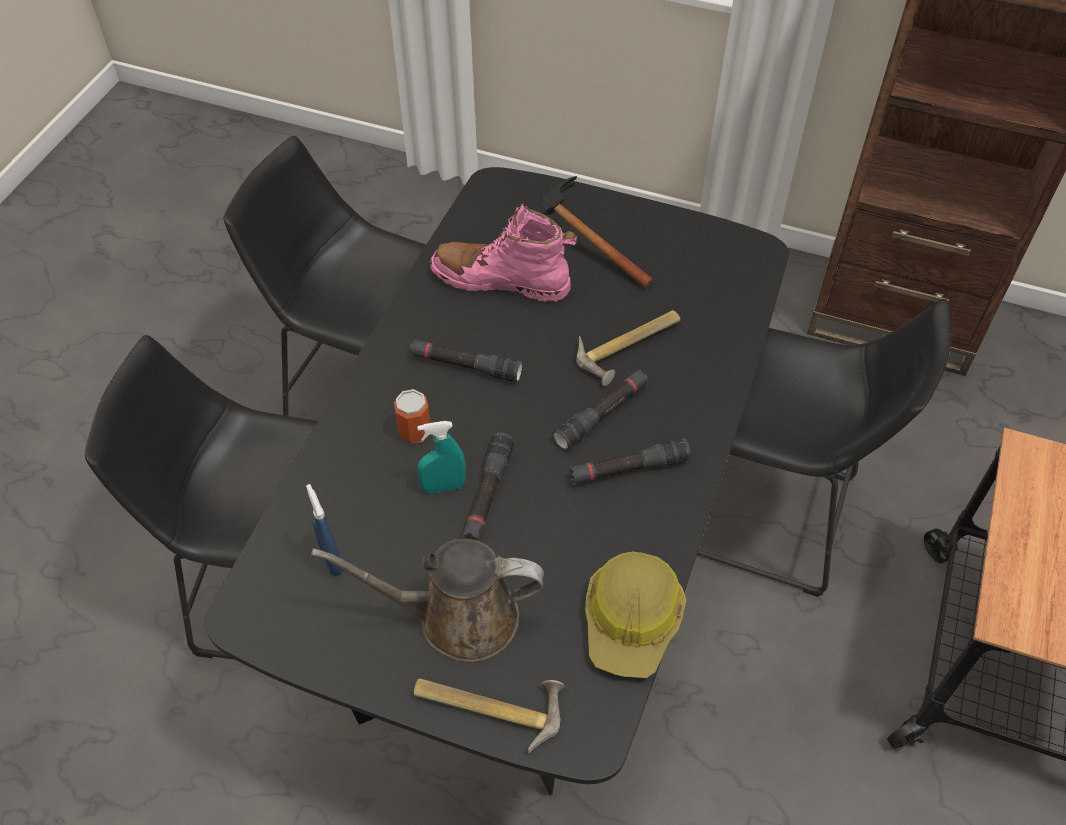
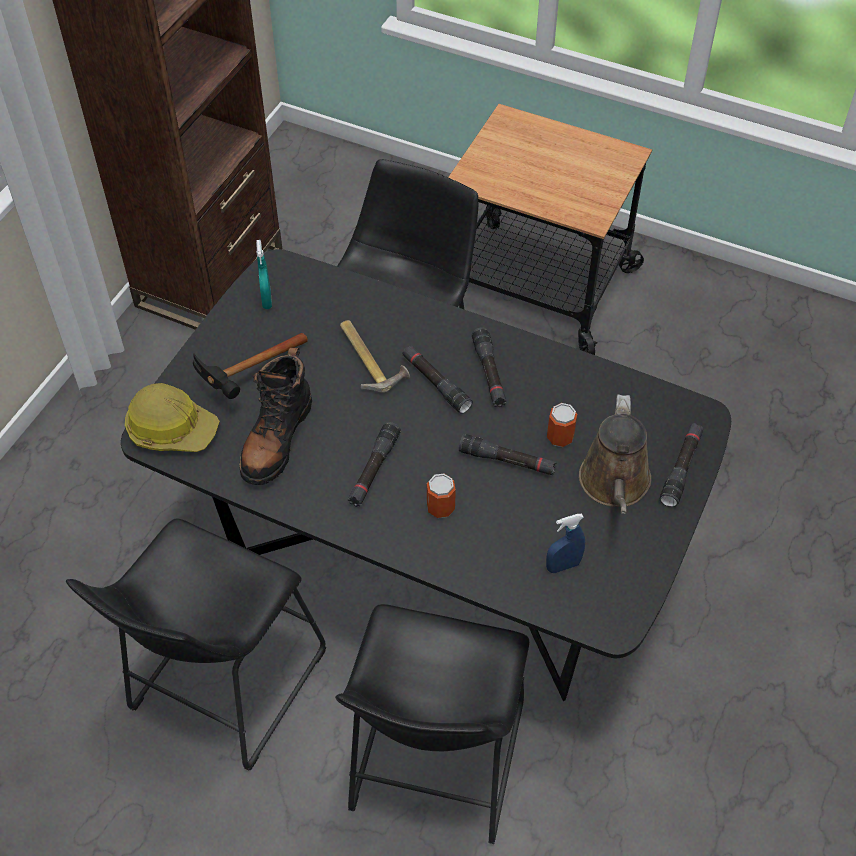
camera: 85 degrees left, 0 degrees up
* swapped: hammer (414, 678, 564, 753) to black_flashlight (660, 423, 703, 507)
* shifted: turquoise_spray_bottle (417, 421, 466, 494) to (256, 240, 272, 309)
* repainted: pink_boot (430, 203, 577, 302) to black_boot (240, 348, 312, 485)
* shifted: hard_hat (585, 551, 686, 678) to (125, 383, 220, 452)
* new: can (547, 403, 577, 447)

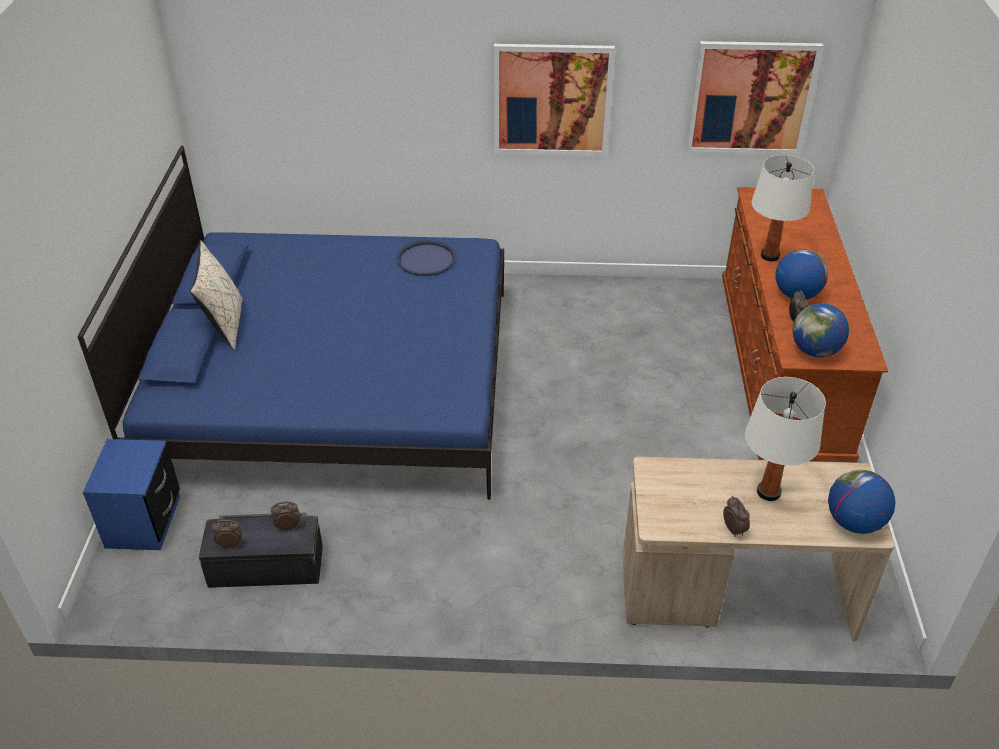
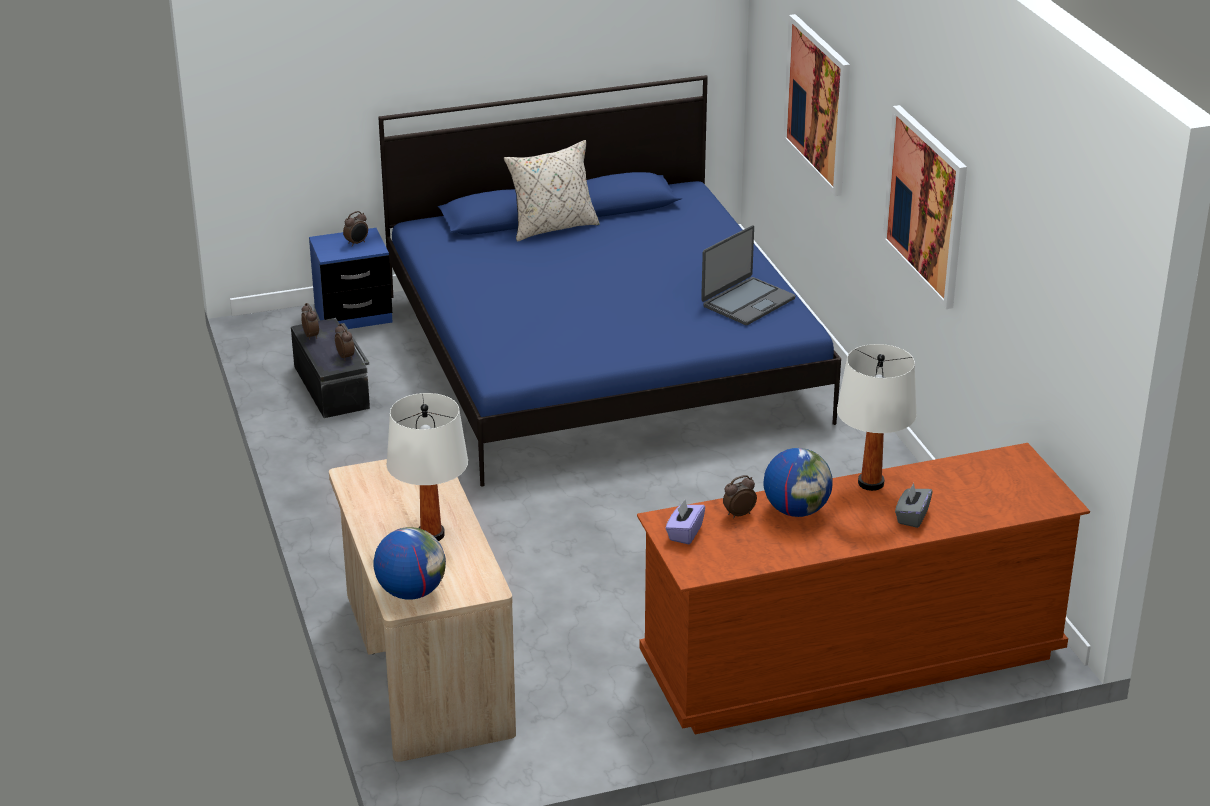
camera: 70 degrees right, 10 degrees down
* swapped: blue_tray (397, 240, 456, 276) to laptop (701, 225, 795, 325)
* shifted: picture (686, 41, 823, 155) to (783, 14, 850, 196)
* shifted: alarm_clock (723, 496, 750, 537) to (343, 211, 368, 247)
* swapped: globe (793, 303, 849, 357) to purple_tissue_box (665, 500, 705, 544)
* new: grey_tissue_box (895, 483, 933, 528)

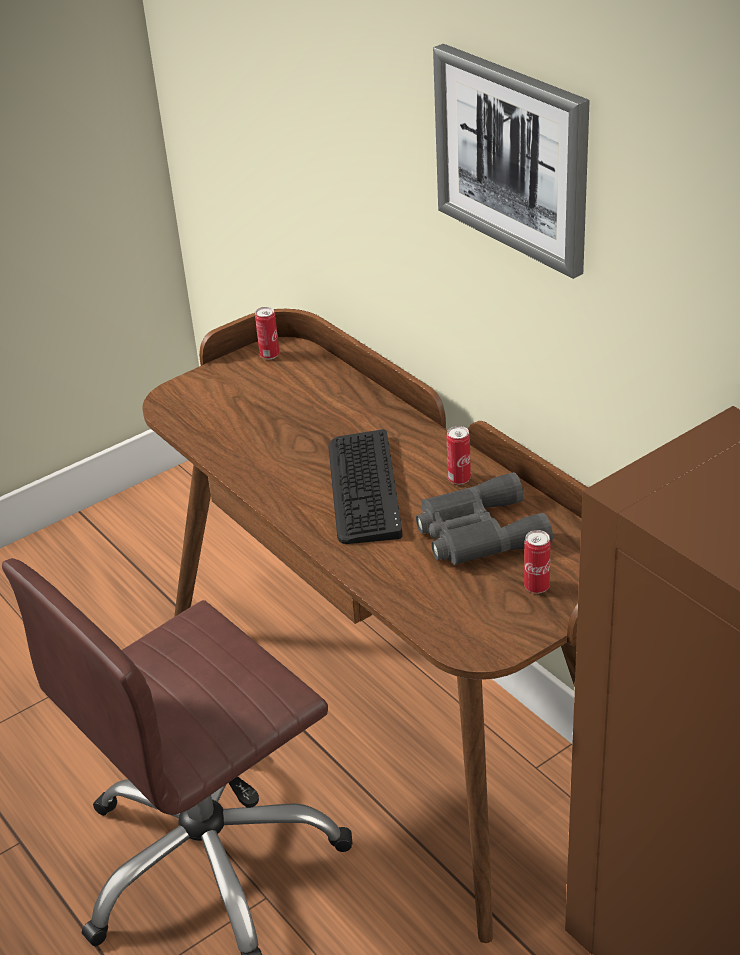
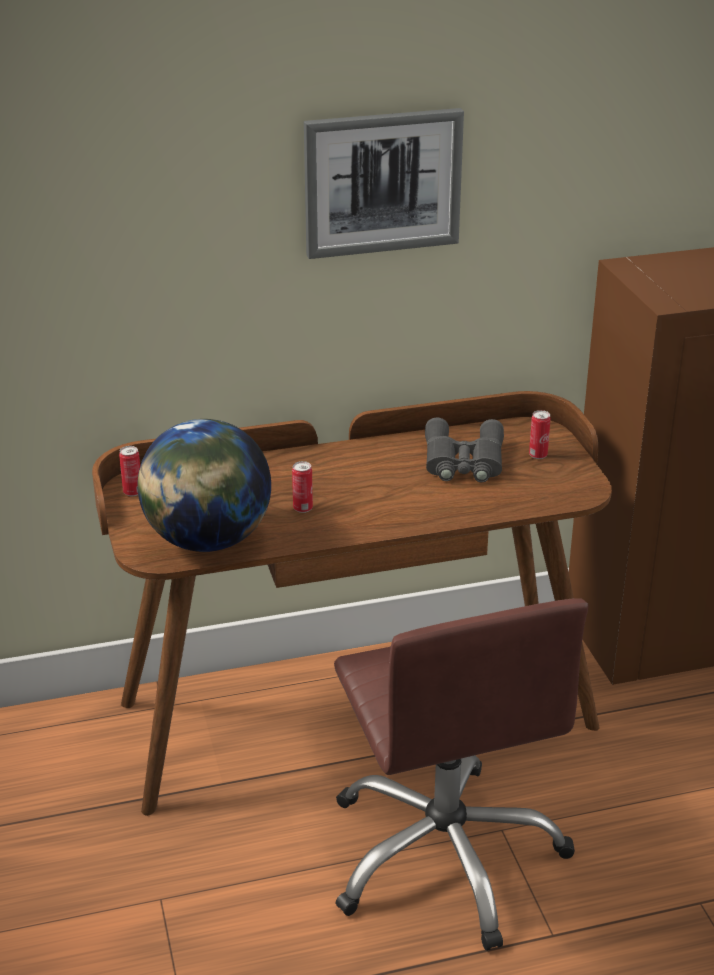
camera: 70 degrees left, 5 degrees down
* gone: keyboard (328, 429, 402, 544)
* shifted: can (447, 426, 471, 485) to (292, 461, 313, 513)
* new: globe (137, 419, 271, 552)

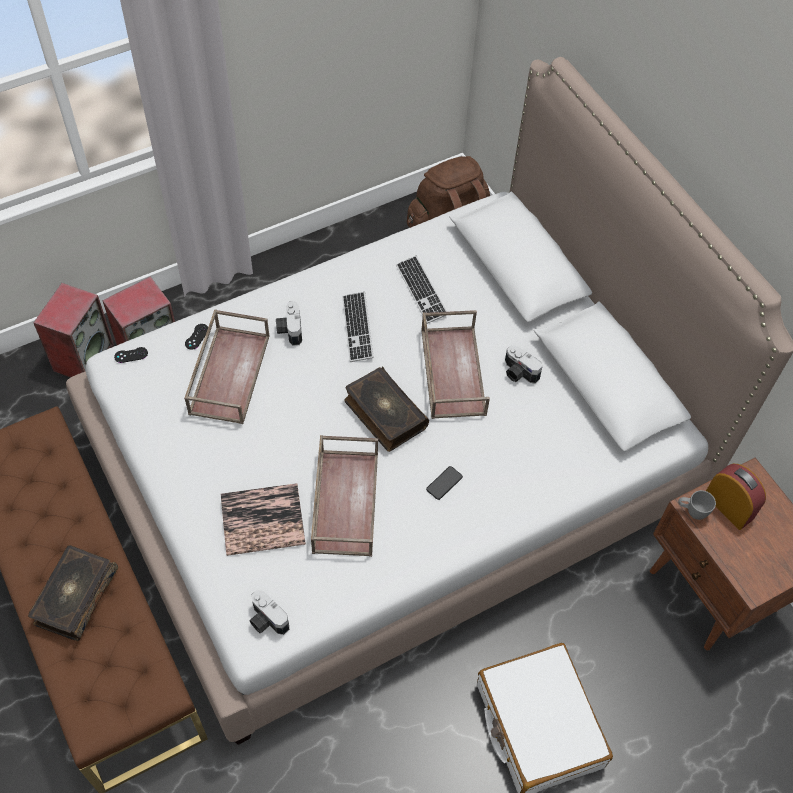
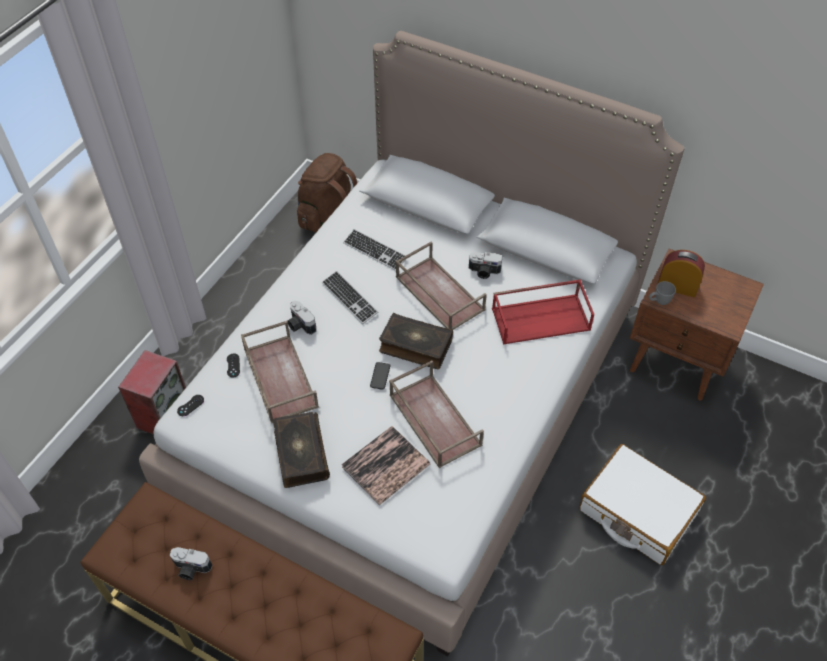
camera: 30 degrees left, 5 degrees down
* shifted: book (28, 545, 118, 641) to (273, 412, 330, 488)
* gone: speaker (33, 283, 114, 378)
* shifted: photo_camera (249, 590, 290, 635) to (170, 547, 212, 580)
* shifted: phone (426, 466, 463, 500) to (370, 362, 390, 390)
* new: red_tray (492, 279, 595, 344)

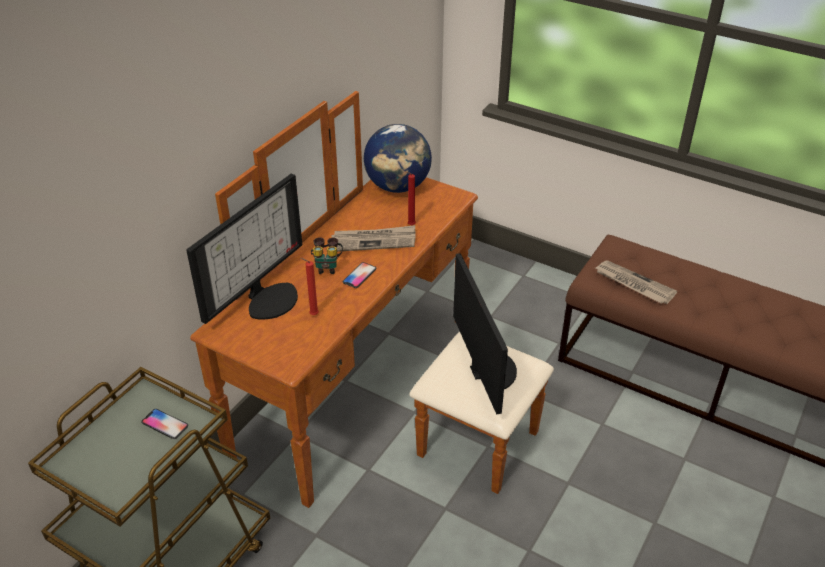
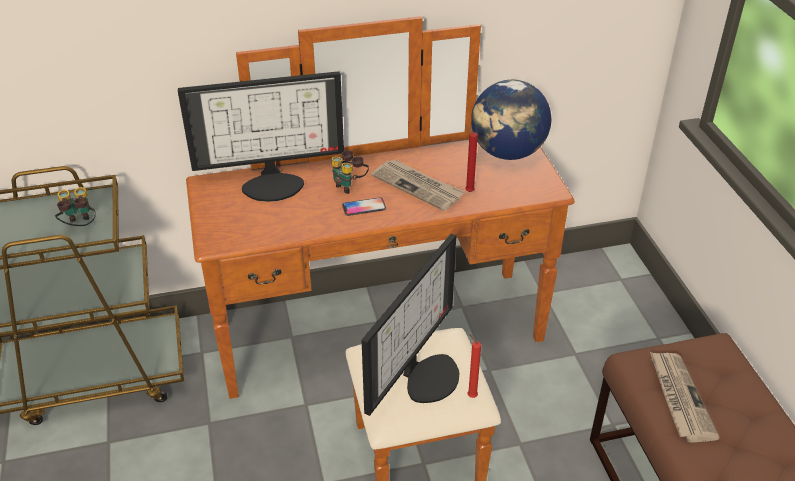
camera: 45 degrees right, 0 degrees up
* swapped: phone (141, 409, 188, 439) to binoculars (55, 187, 96, 226)
* shifted: red_candle (301, 258, 319, 315) to (467, 334, 481, 398)

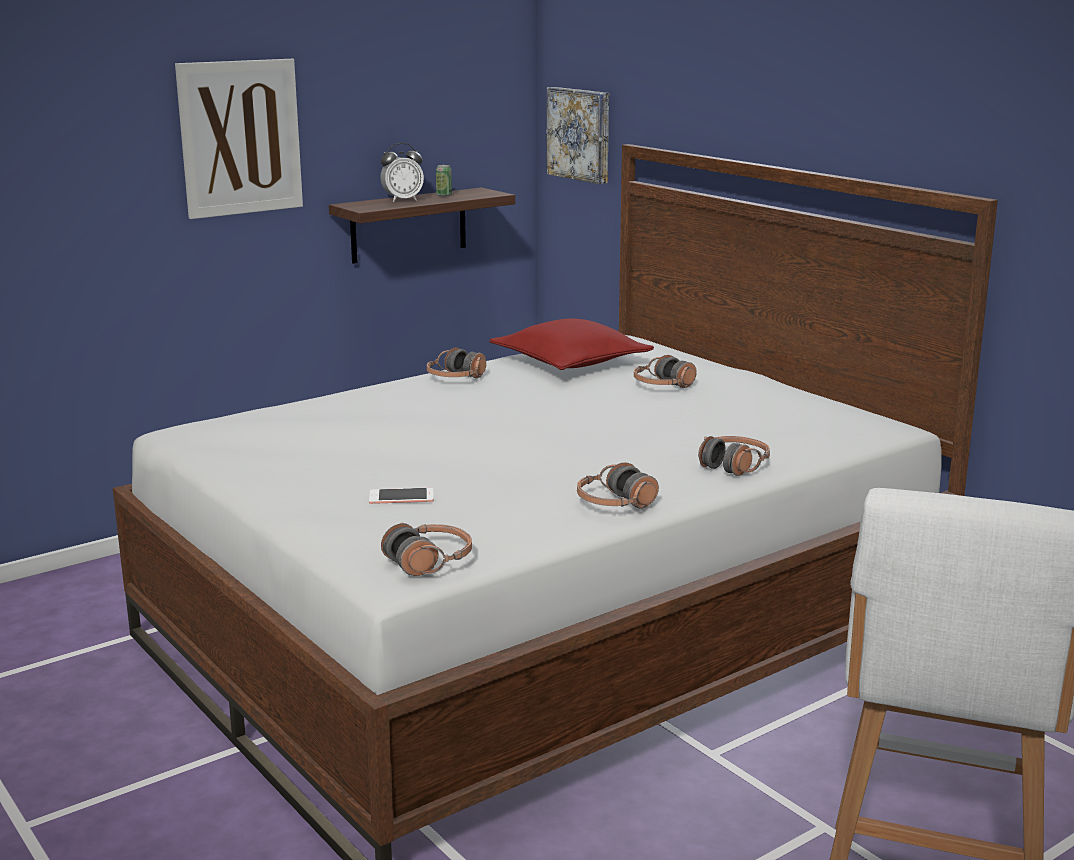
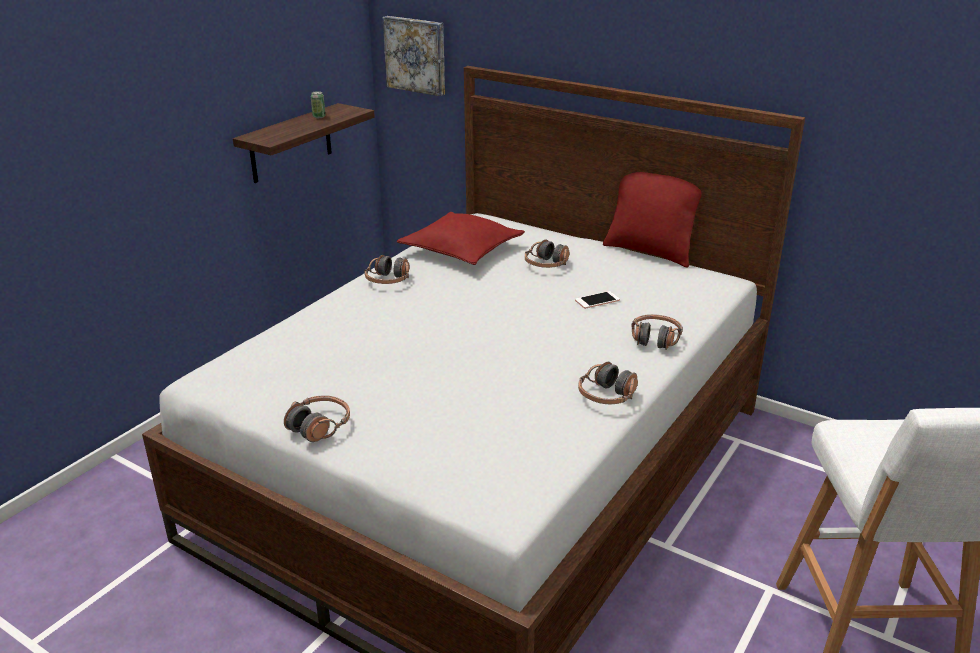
camera: 20 degrees left, 10 degrees up
* gone: picture (175, 59, 303, 219)
* shifted: phone (369, 488, 434, 504) to (575, 291, 620, 309)
* gone: alarm_clock (380, 143, 424, 202)
* shifted: headphones (381, 523, 472, 576) to (284, 395, 350, 442)
* new: red_pillow (603, 172, 702, 268)

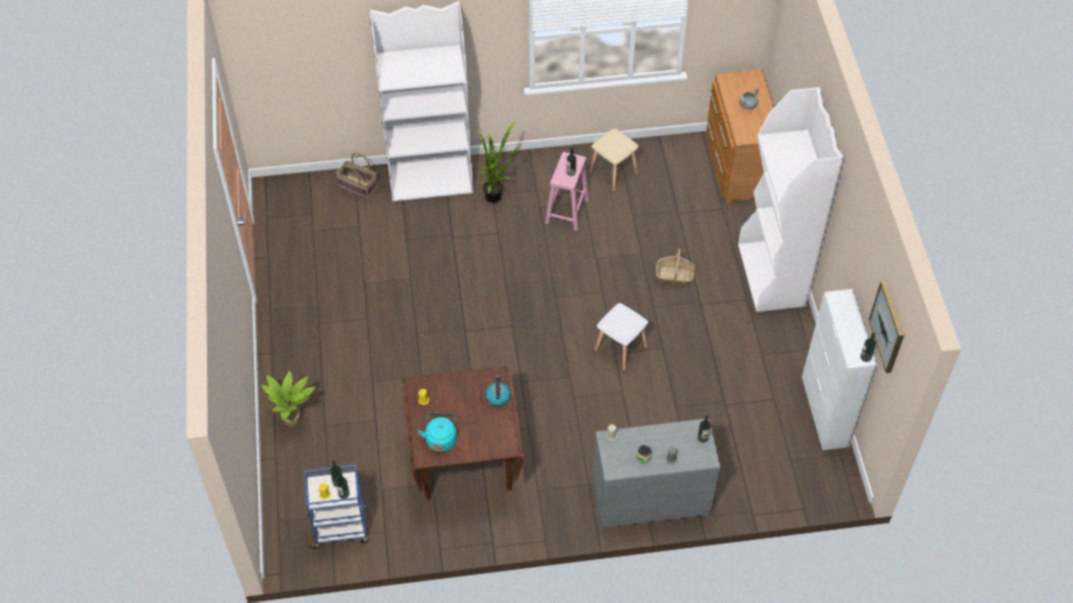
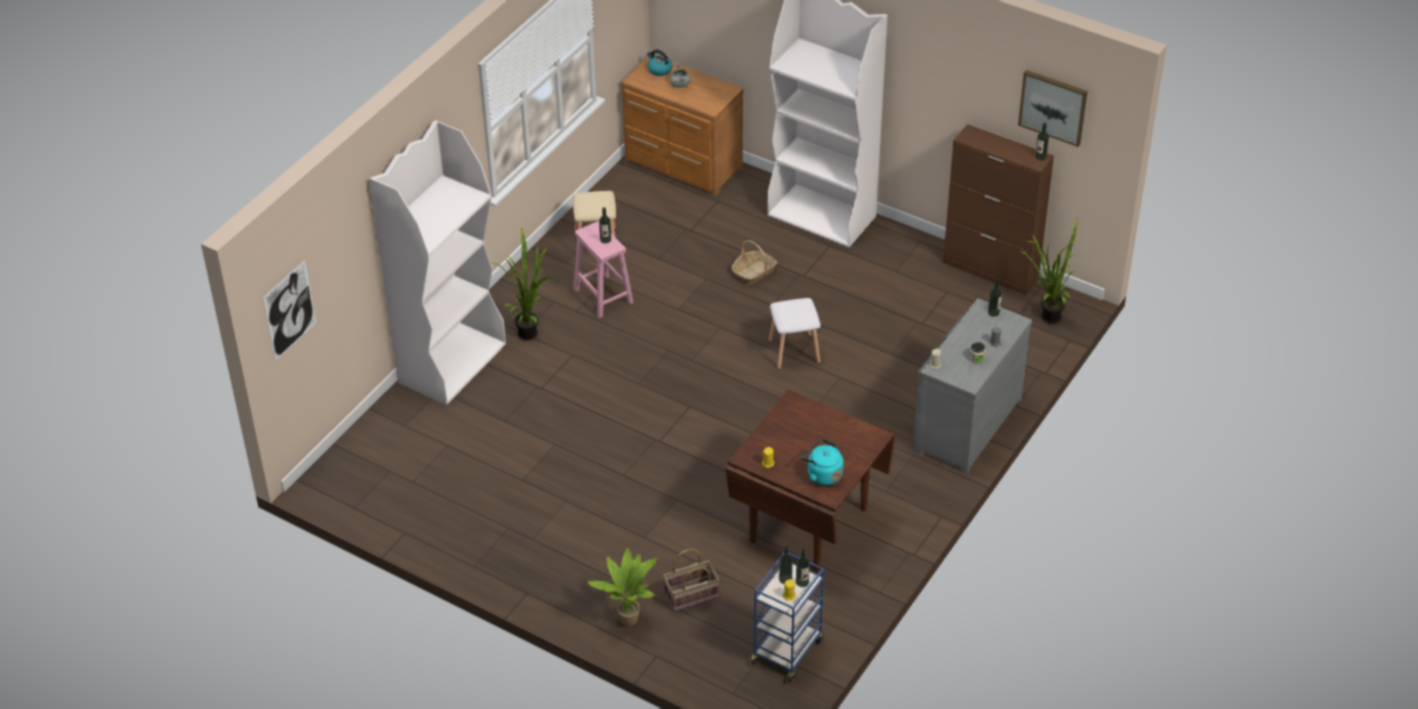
camera: 50 degrees left, 10 degrees down
* shifted: basket (336, 153, 378, 199) to (663, 549, 719, 612)
* shifted: kettle (485, 376, 511, 406) to (647, 49, 673, 76)
* repainted: white_cabinet (802, 289, 877, 450) to brown_cabinet (943, 124, 1054, 295)
* new: picture (263, 260, 316, 361)
* new: potted_plant (1021, 217, 1078, 324)

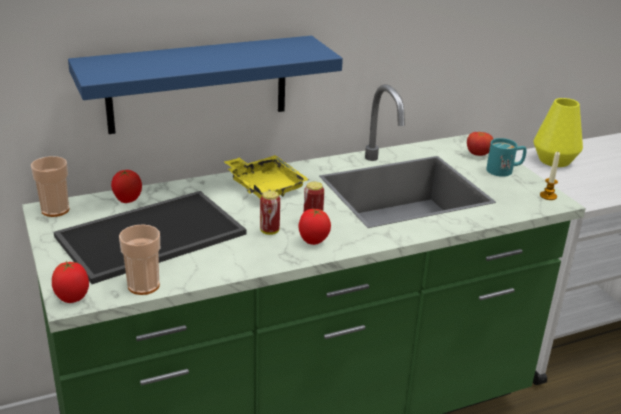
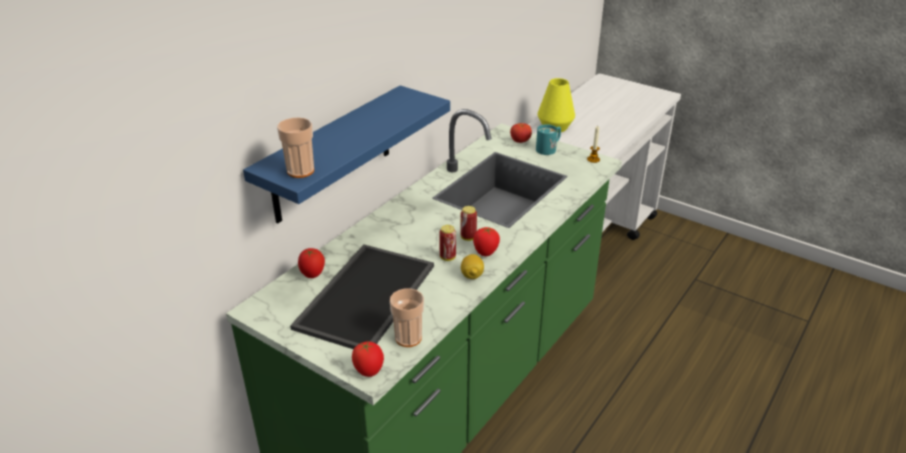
camera: 30 degrees left, 5 degrees up
* shifted: cup (31, 156, 70, 217) to (277, 117, 314, 178)
* gone: yellow_tray (224, 155, 309, 199)
* new: lemon (461, 254, 484, 279)

